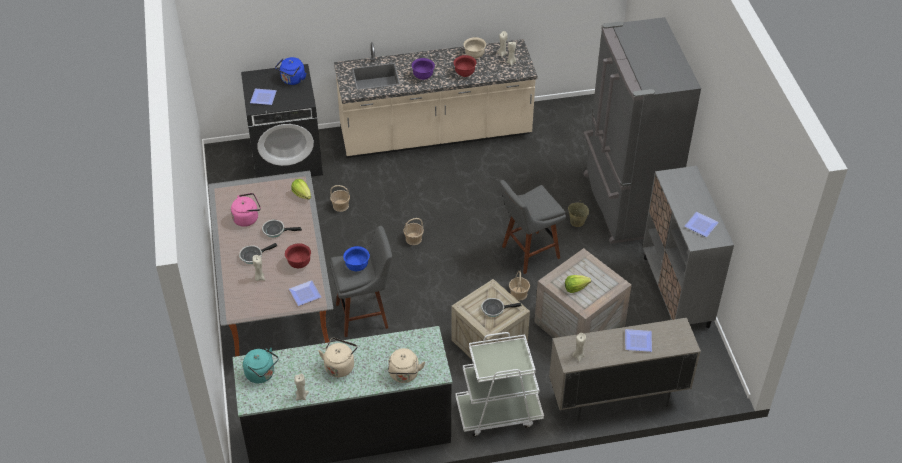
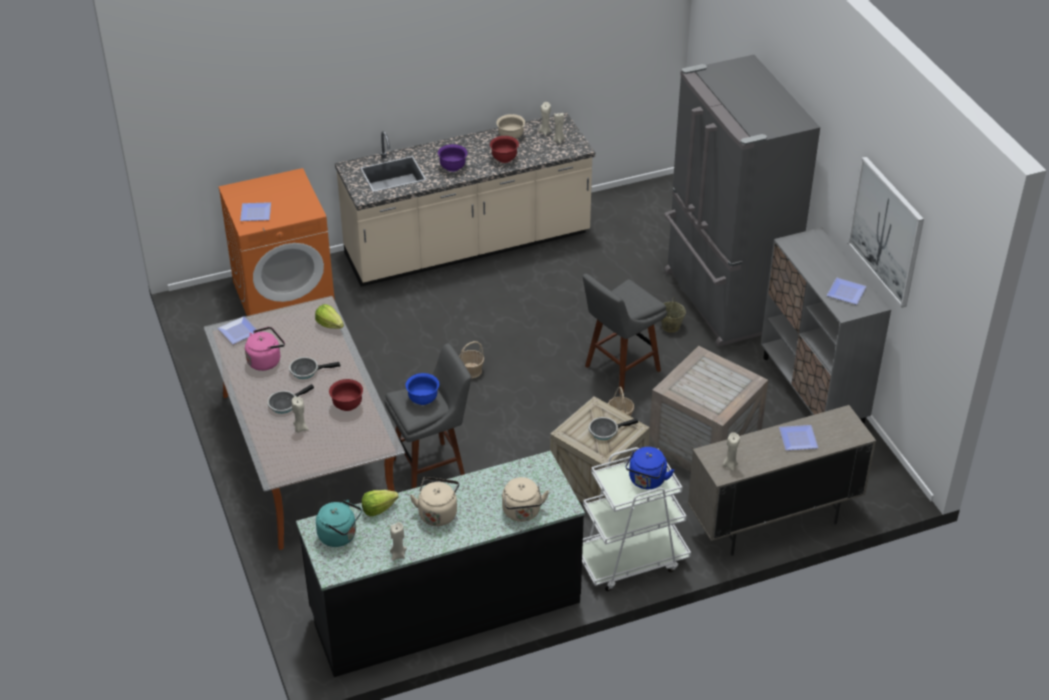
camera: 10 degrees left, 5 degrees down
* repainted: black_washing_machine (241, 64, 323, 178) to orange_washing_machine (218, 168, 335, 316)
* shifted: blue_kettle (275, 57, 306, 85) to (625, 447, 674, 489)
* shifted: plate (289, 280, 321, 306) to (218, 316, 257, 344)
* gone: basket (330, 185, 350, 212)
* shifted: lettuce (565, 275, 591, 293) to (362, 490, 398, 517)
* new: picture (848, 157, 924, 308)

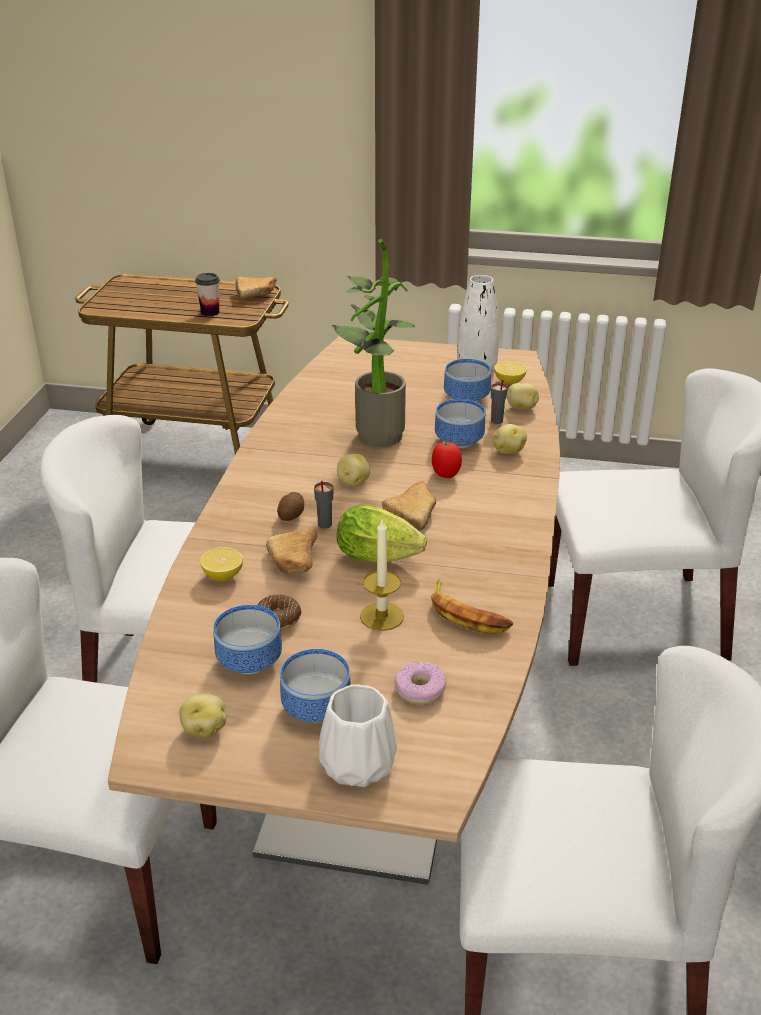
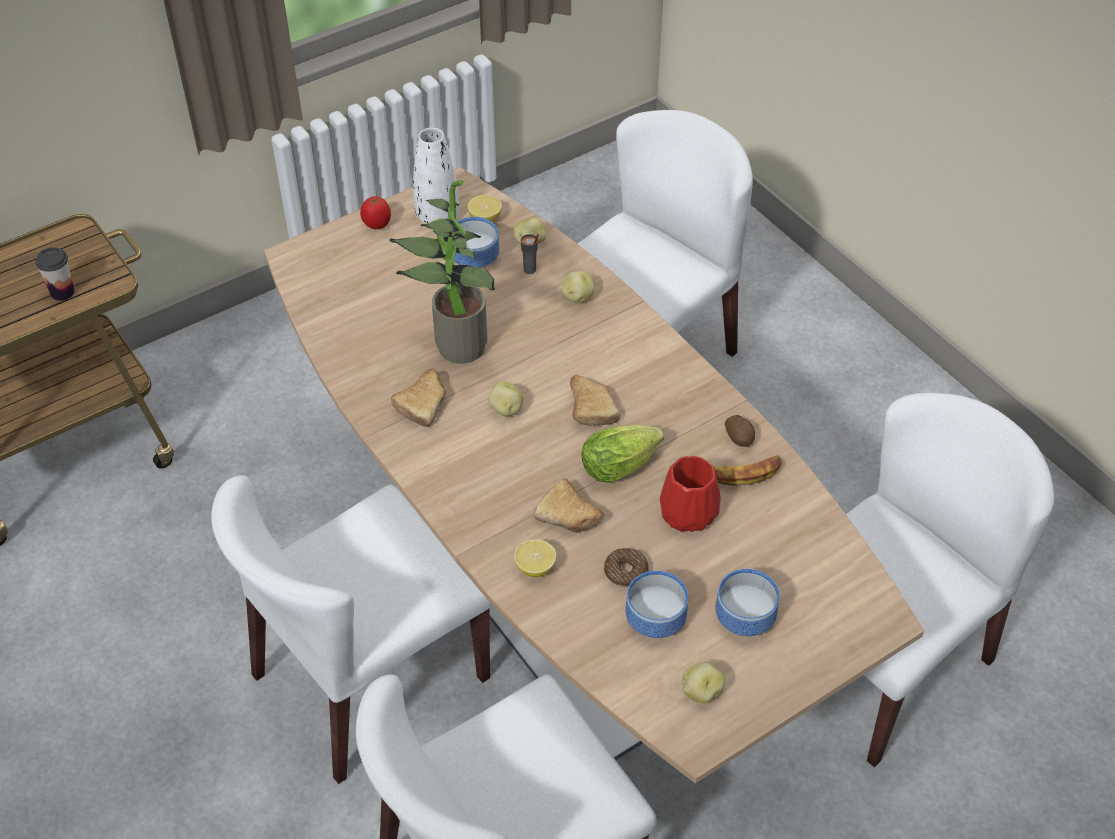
camera: 45 degrees left, 15 degrees up
* shifted: bread (236, 276, 277, 300) to (391, 369, 446, 427)
* shifted: potato (277, 492, 304, 521) to (725, 415, 755, 447)
* gone: grey_cup (314, 480, 334, 529)
* gone: white_vase (319, 685, 397, 787)
* swapped: candle (360, 520, 404, 631) to red_vase (660, 456, 721, 532)
* gone: donut (395, 662, 446, 705)
* shifted: tomato (432, 442, 462, 478) to (360, 196, 391, 229)
* gone: bowl (435, 399, 485, 448)

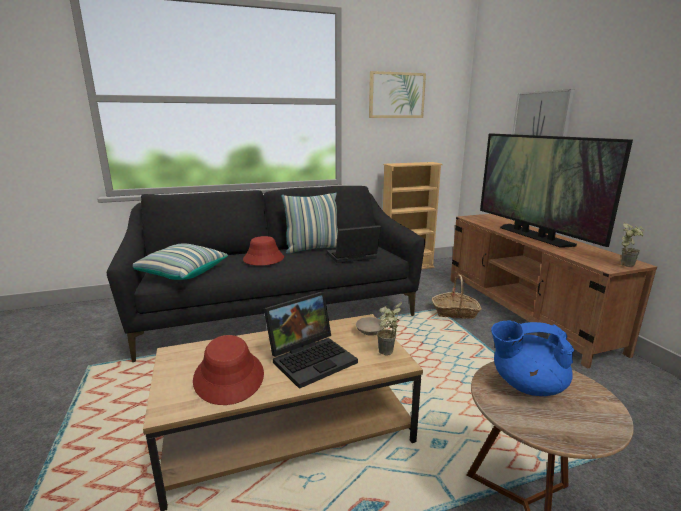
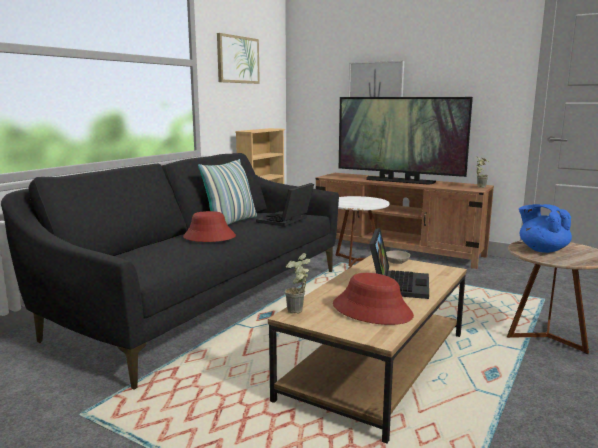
camera: 40 degrees left, 5 degrees down
* gone: pillow (133, 244, 228, 280)
* shifted: potted_plant (377, 301, 402, 356) to (285, 253, 310, 314)
* swapped: basket (432, 274, 482, 319) to white_side_table (336, 196, 390, 269)
* rotated: blue_teapot (491, 321, 574, 396) = (519, 204, 572, 253) 90 degrees clockwise

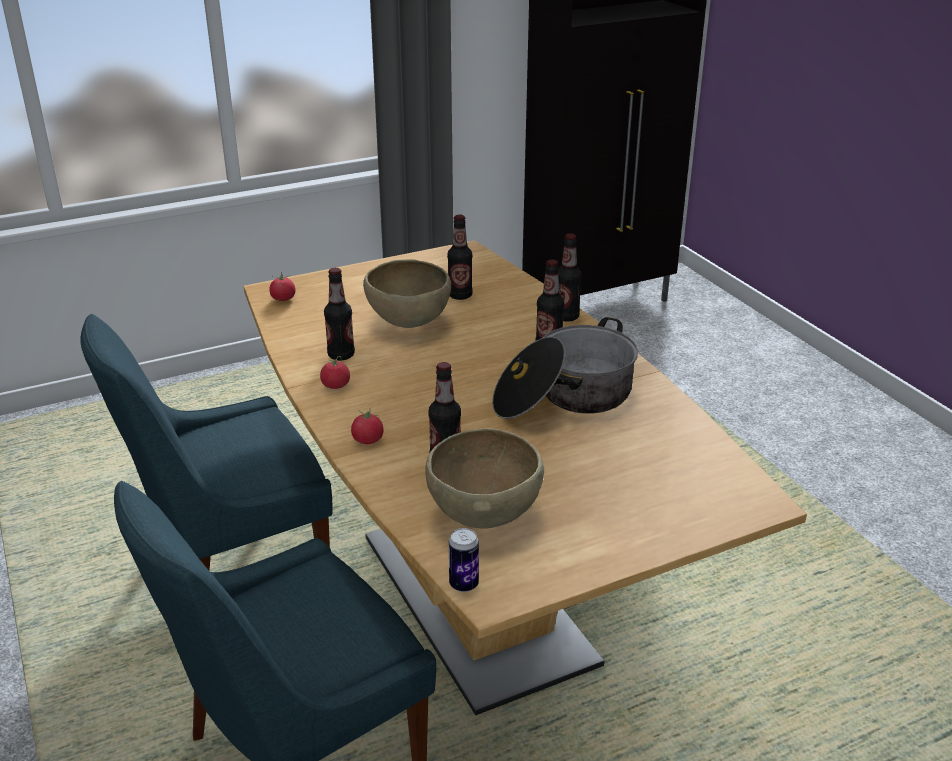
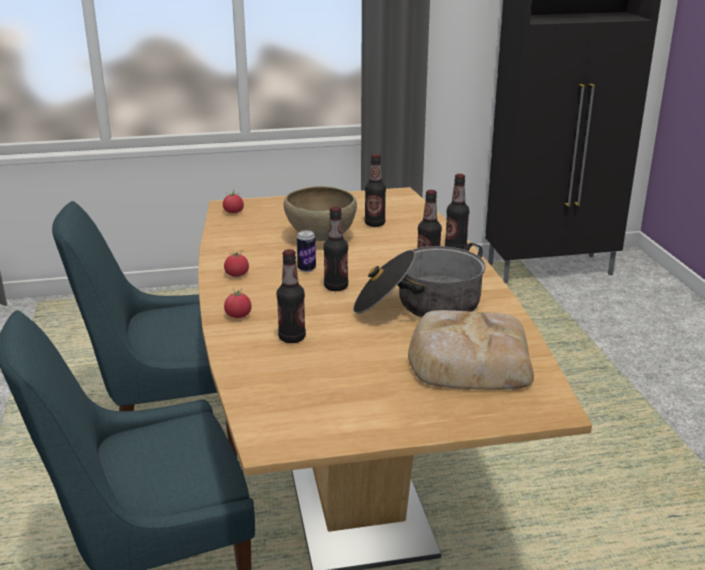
camera: 15 degrees right, 5 degrees down
* shifted: bottle (324, 268, 355, 360) to (323, 206, 348, 291)
* gone: brown_bowl (425, 428, 544, 528)
* shifted: can (449, 528, 479, 592) to (297, 230, 316, 272)
* new: bread (408, 310, 534, 390)

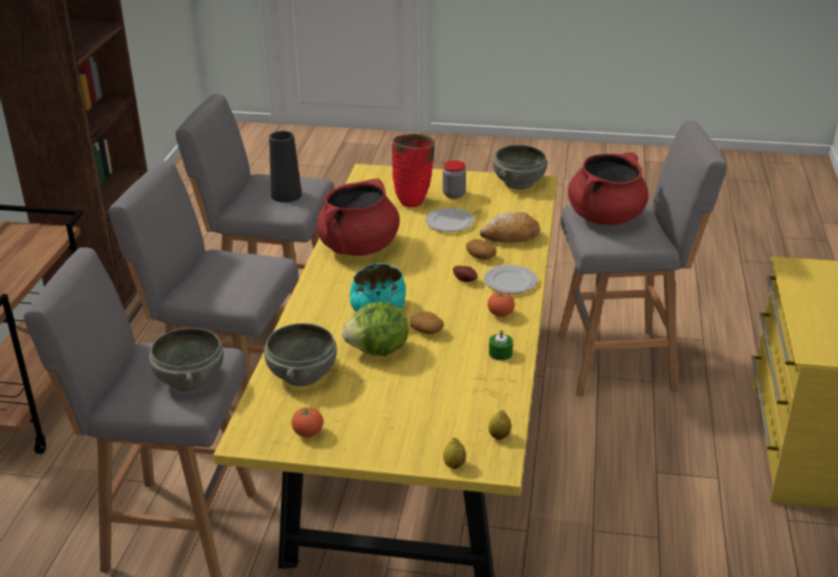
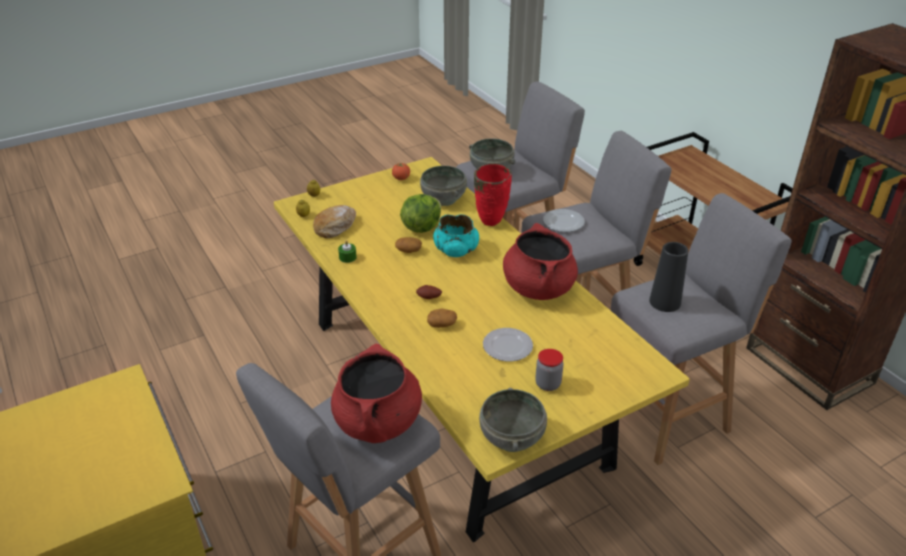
camera: 140 degrees right, 5 degrees up
* shifted: red_vase (392, 134, 435, 207) to (474, 163, 512, 226)
* shifted: bread (480, 212, 540, 242) to (313, 205, 356, 238)
* shifted: plate (484, 265, 538, 294) to (543, 209, 585, 232)
* gone: tomato (488, 291, 515, 317)

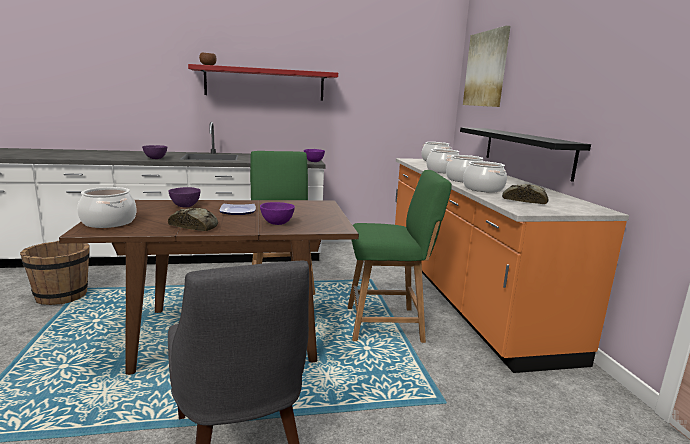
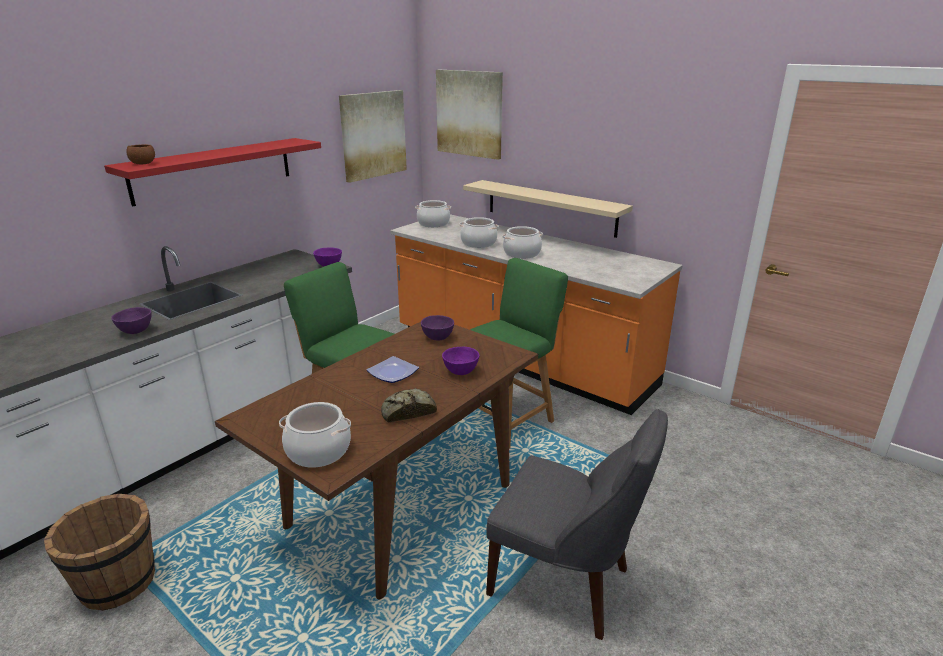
camera: 40 degrees left, 10 degrees up
* shifted: purple_bowl (168, 187, 201, 207) to (421, 315, 454, 341)
* repainted: black_shelf (460, 127, 591, 182) to beige_shelf (463, 180, 633, 238)
* gone: cooking_pot (463, 161, 507, 193)
* gone: bread (502, 184, 549, 204)
* new: picture (339, 90, 407, 183)

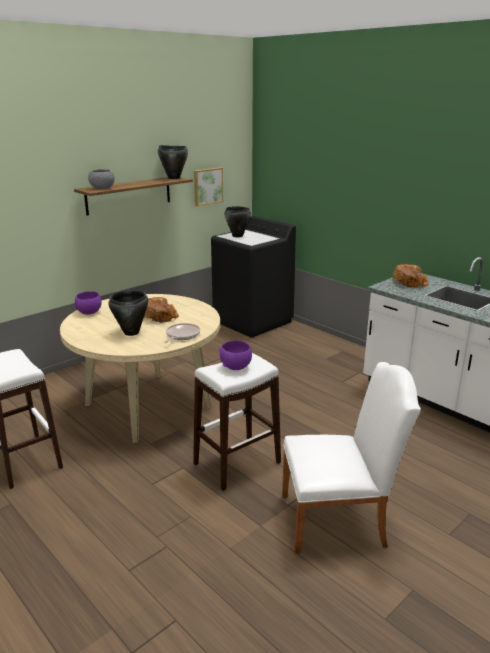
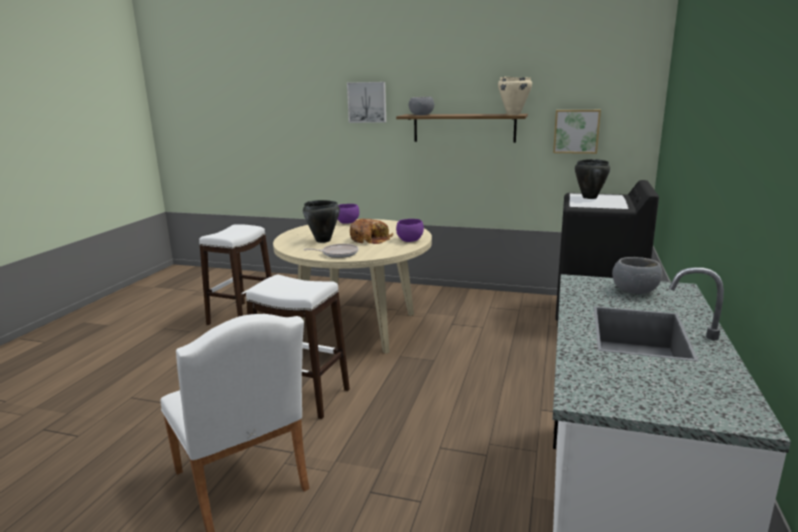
camera: 60 degrees right, 5 degrees down
* repainted: black_cooking_pot (158, 145, 188, 179) to beige_cooking_pot (498, 77, 532, 115)
* shifted: purple_bowl (219, 341, 252, 370) to (396, 219, 424, 242)
* swapped: bread (393, 264, 428, 287) to grey_bowl (612, 257, 662, 294)
* new: picture (347, 82, 386, 123)

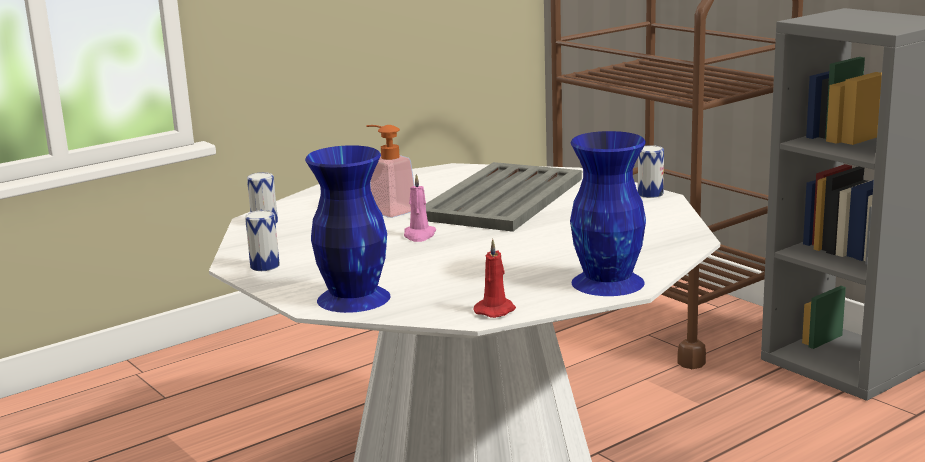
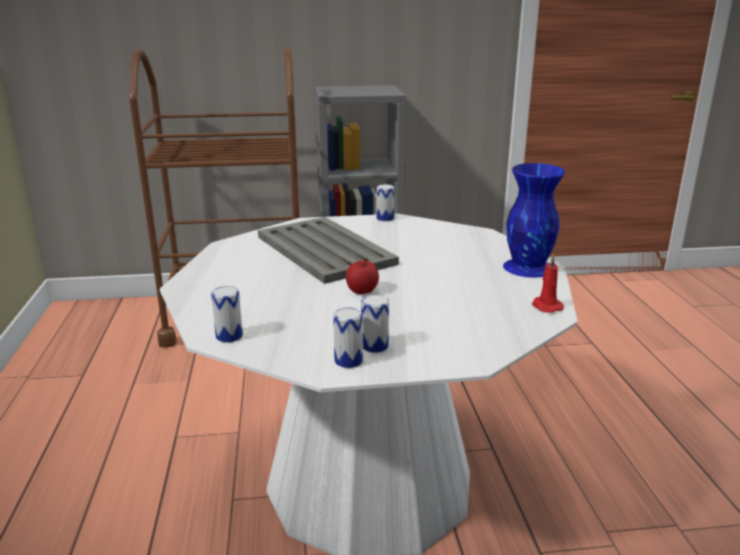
camera: 60 degrees left, 5 degrees up
* gone: blue_vase (305, 145, 391, 313)
* gone: soap_dispenser (366, 125, 415, 218)
* swapped: pink_candle (404, 174, 436, 242) to apple (346, 258, 379, 294)
* new: can (361, 295, 389, 353)

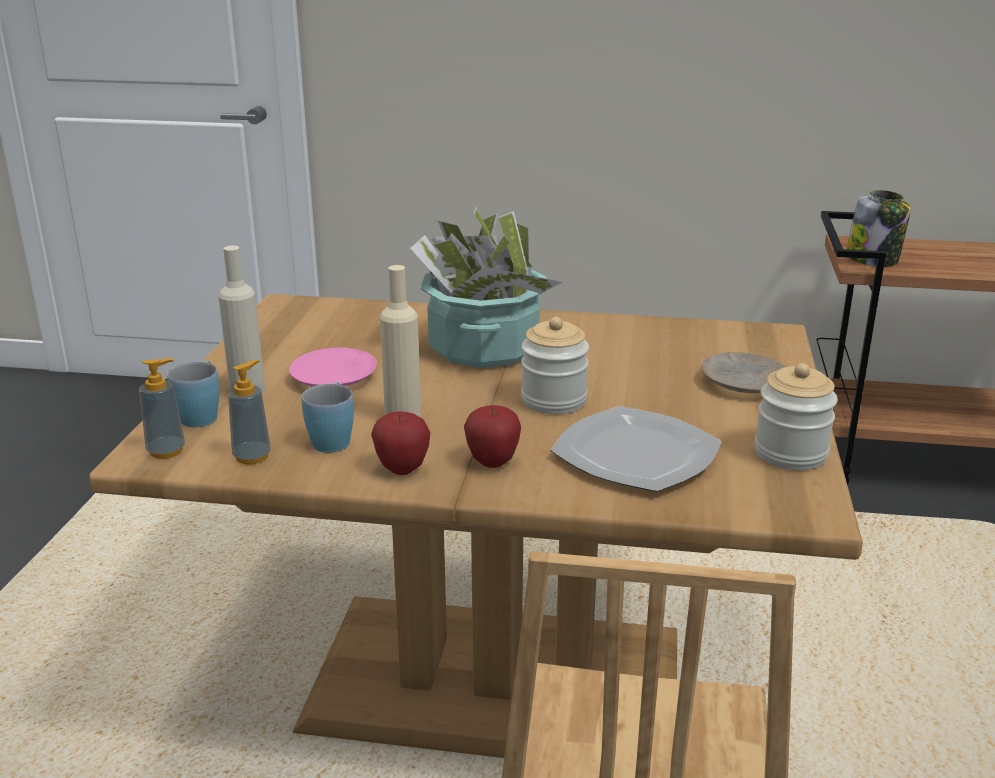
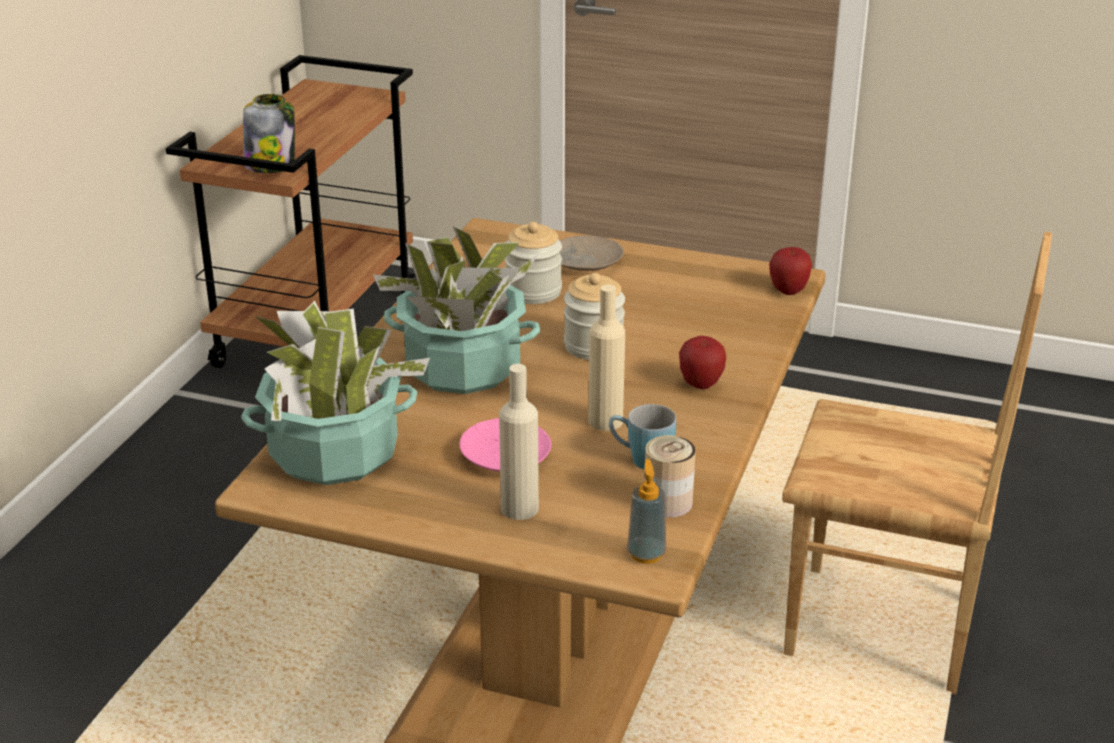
camera: 80 degrees left, 5 degrees up
* gone: blue_mug (167, 361, 220, 427)
* swapped: soap_dispenser (228, 360, 271, 465) to can (644, 435, 696, 518)
* shifted: apple (371, 411, 430, 475) to (769, 247, 812, 295)
* gone: plate (551, 406, 722, 492)
* shifted: jar (755, 363, 838, 470) to (505, 222, 562, 304)
* new: potted_plant (241, 301, 430, 485)

